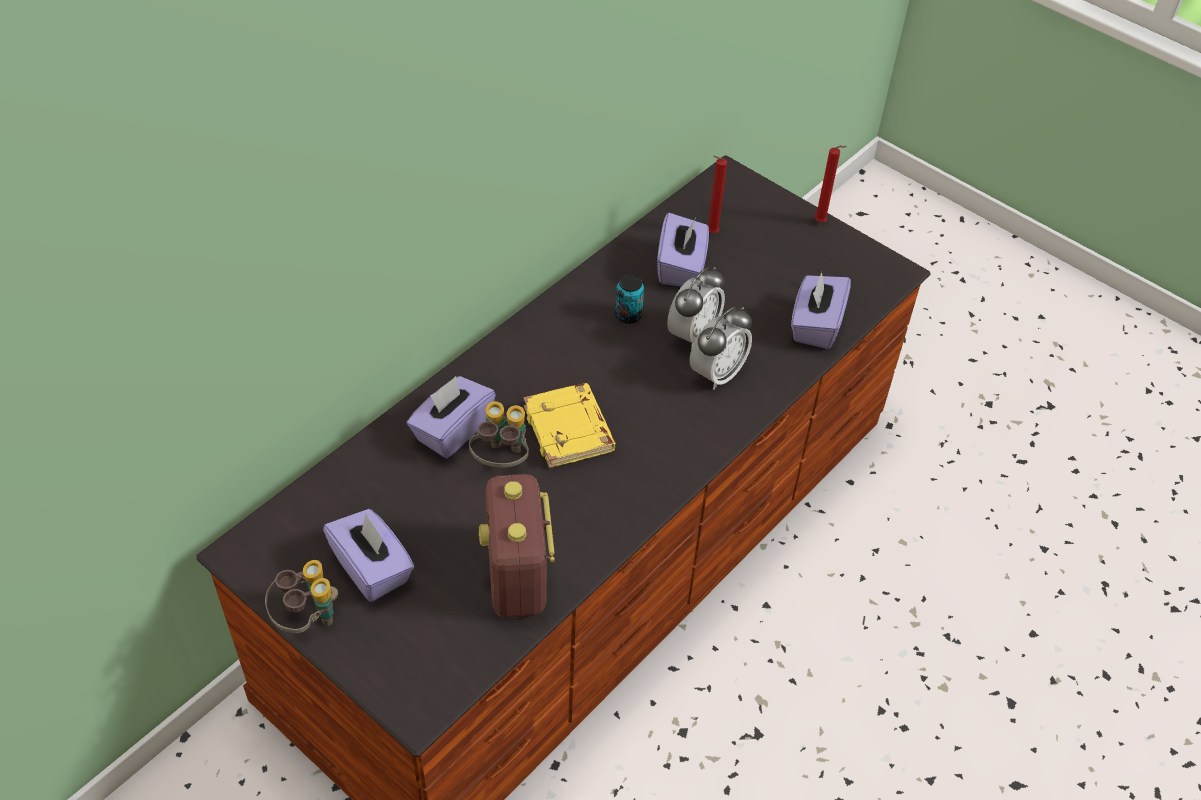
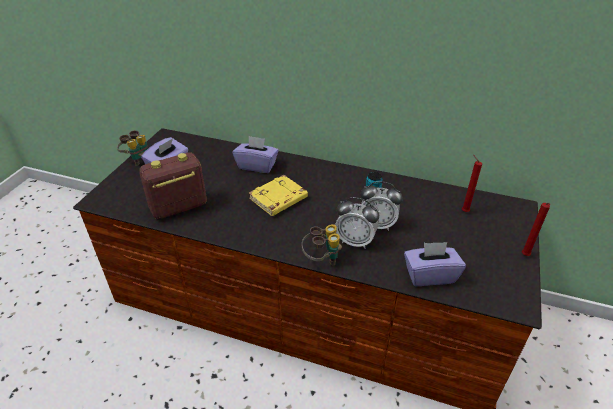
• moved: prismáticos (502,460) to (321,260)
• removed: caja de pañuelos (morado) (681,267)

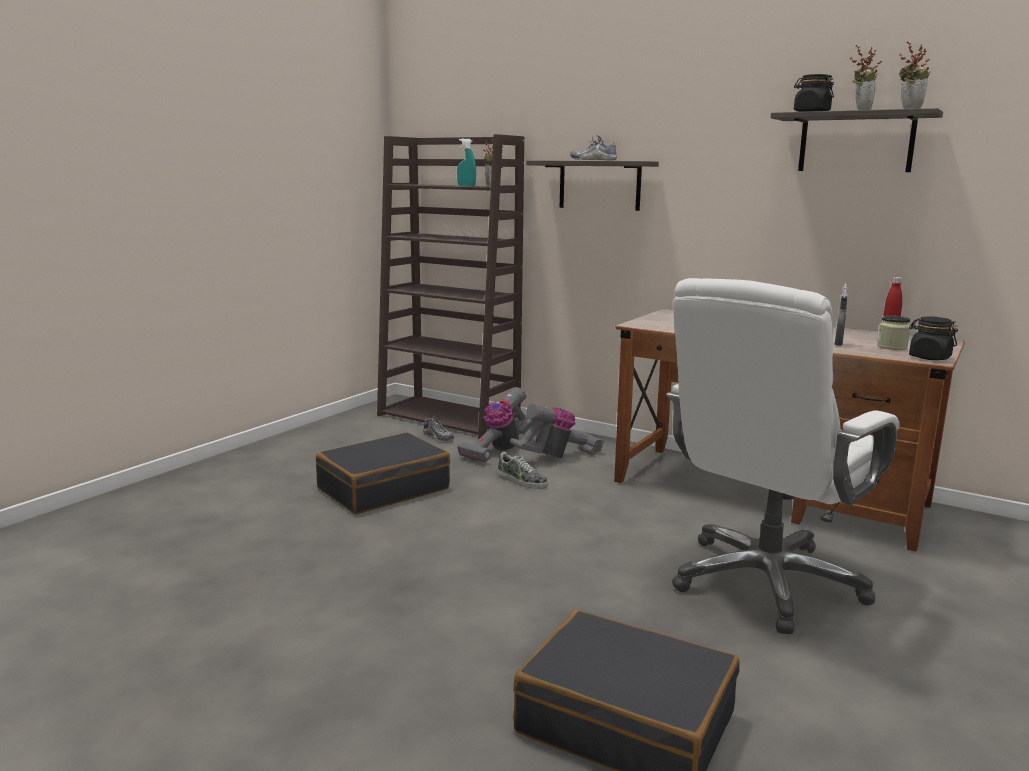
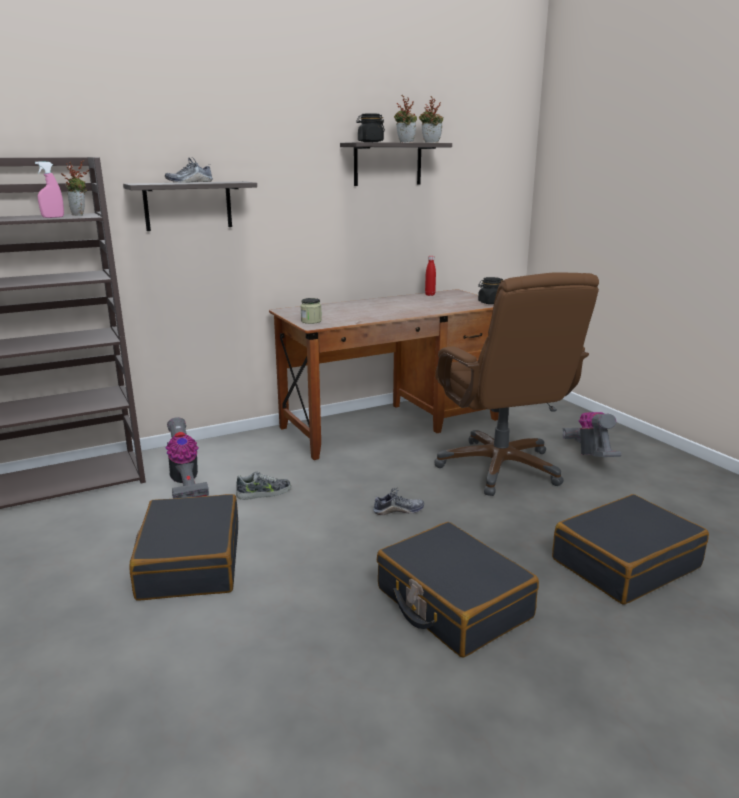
• recoloured: pulverizador (turquesa) (466,186) to pulverizador (rosa) (53,217)
• moved: tarro (892,347) to (311,321)
• moved: zapato (438,437) to (398,510)
• added: maleta (negro) (452,603)
• recoloured: silla de oficina (blanco) (766,582) to silla de oficina (marrón) (500,468)
• moved: aspiradora (557,457) to (590,455)
• removed: pulverizador (gris) (838,344)

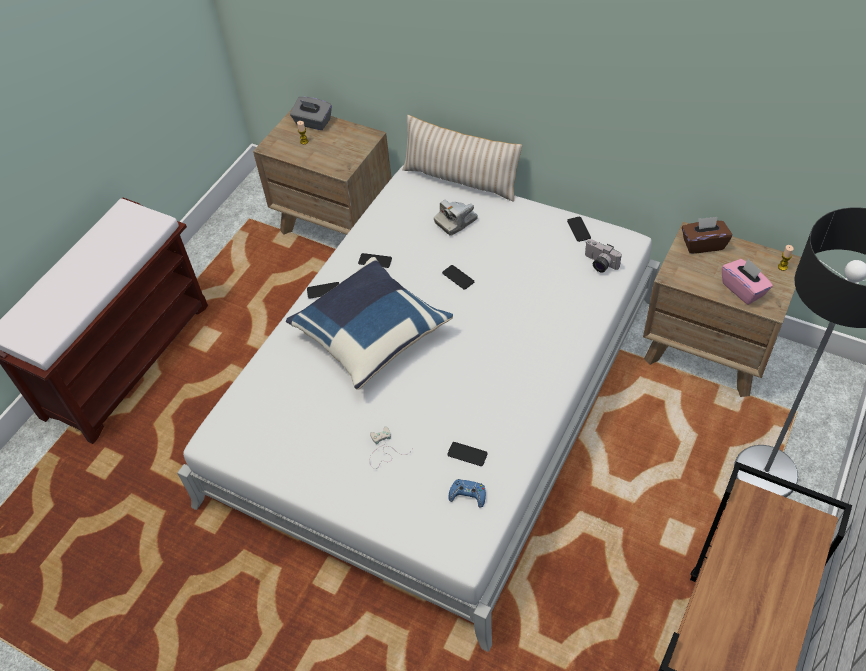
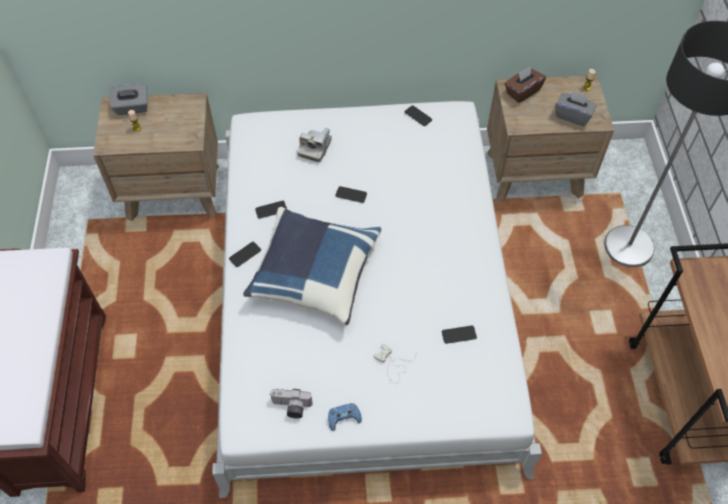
• moved: cámara (599,264) to (291,407)
• moved: mando de consola (azul) (468,495) to (344,418)
• recoloured: caja de pañuelos (rosa) (743,289) to caja de pañuelos (gris) (572,115)
• removed: cojín (beis) (460,179)

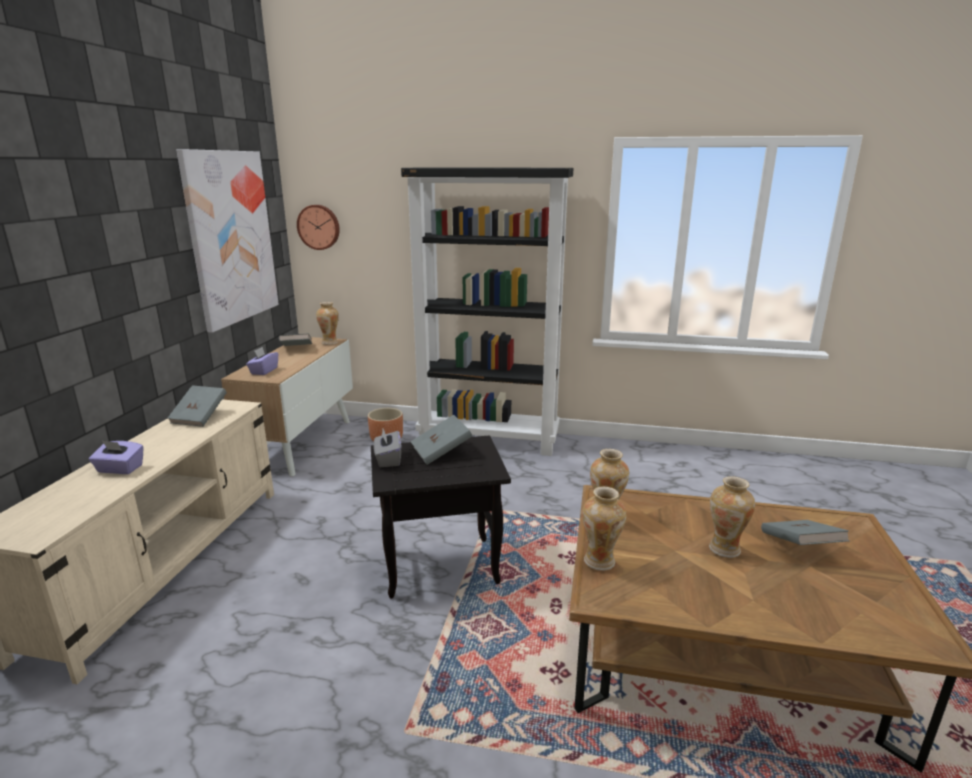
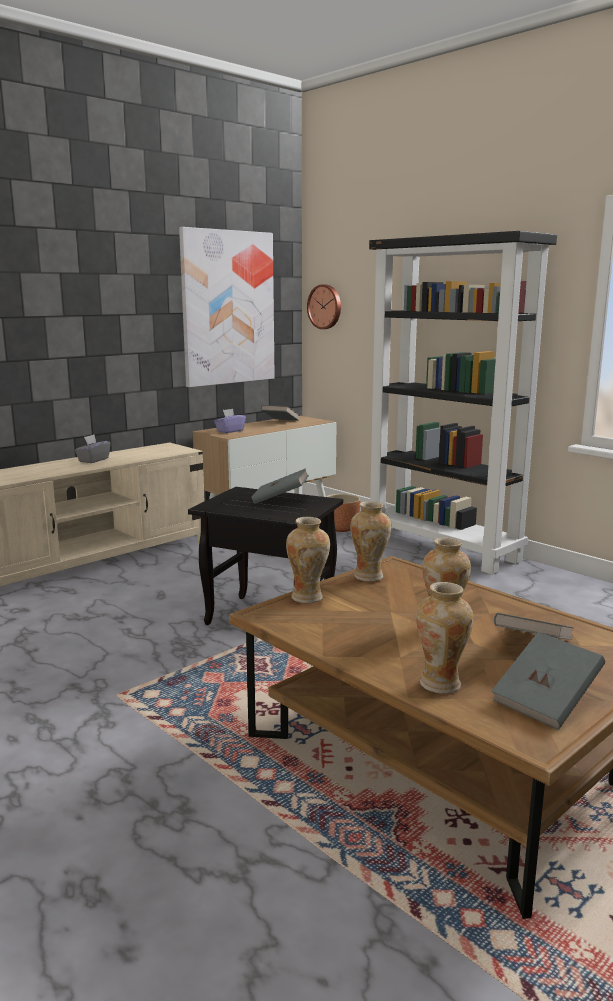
• moved: caja de pañuelos (gris) (388,459) to (93,460)
• moved: florero (330,343) to (441,683)
• moved: libro (gris) (200,417) to (546,701)
• removed: caja de pañuelos (morado) (120,469)

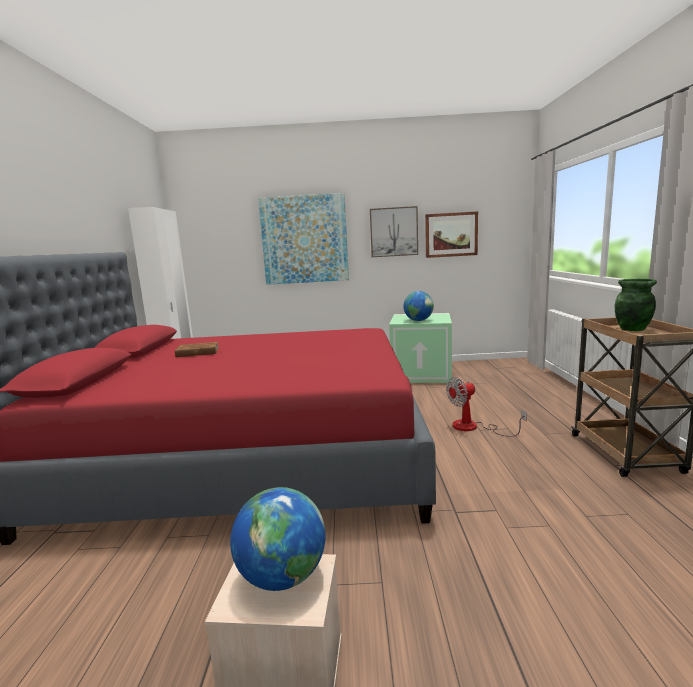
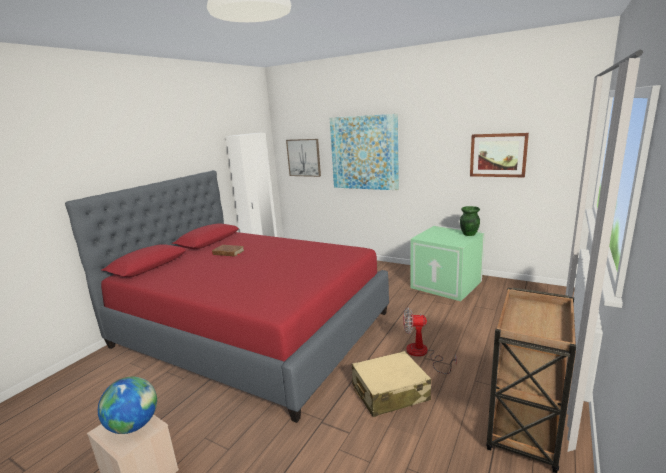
• moved: cuadro (393,232) to (304,157)
• added: maleta (beis) (389,392)
• moved: florero (verde) (632,329) to (469,234)
• removed: globo terráqueo (418,320)

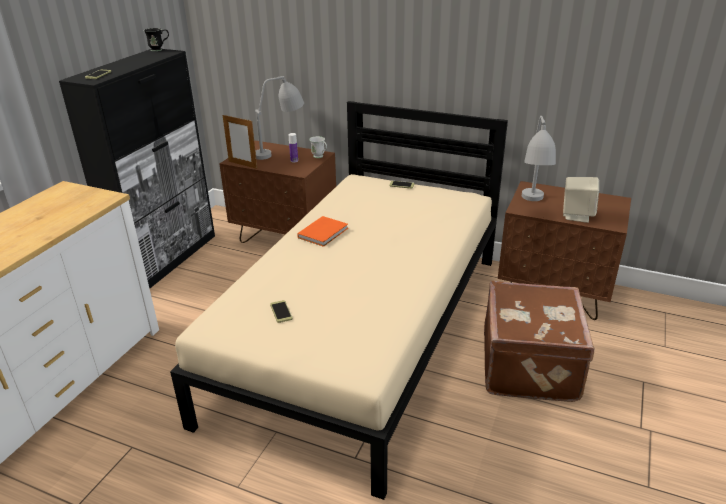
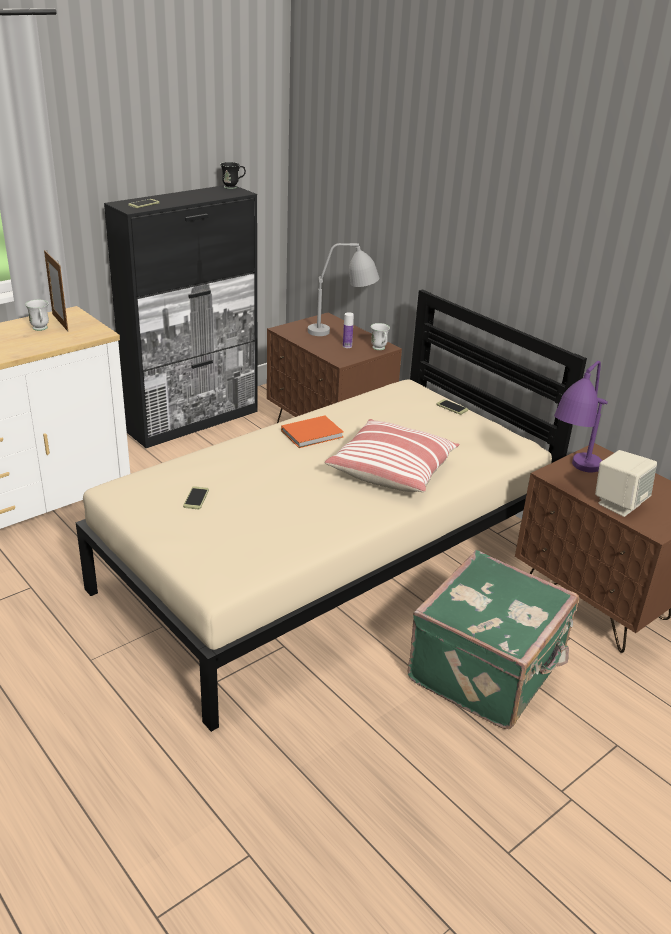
• added: taza grande (blanco) (41,329)
• moved: portarretratos (242,165) to (60,322)
• added: cojín (392,470)
• recoloured: maleta (marrón) (531,366) to maleta (verde) (489,671)
• recoloured: lámpara de mesa (gris) (532,207) to lámpara de mesa (morado) (571,477)

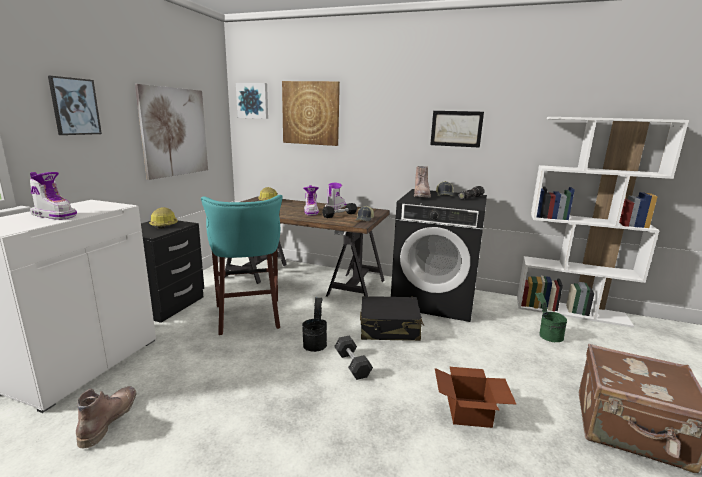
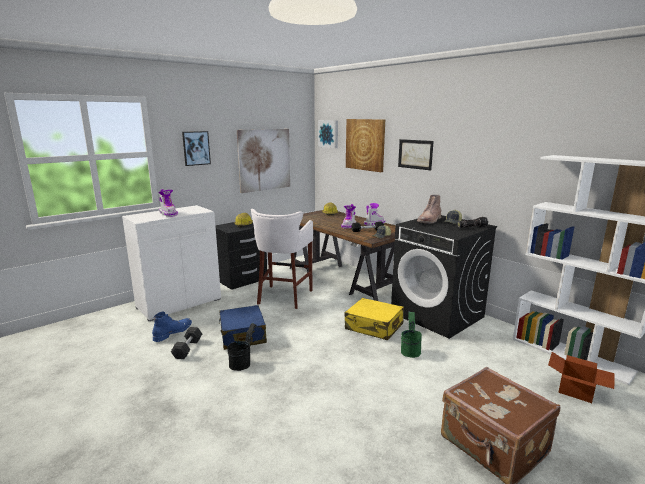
• recoloured: bota (marrón) (108,419) to bota (azul) (172,332)
• moved: mancuerna (gris) (352,364) to (187,349)
• added: maleta (azul) (242,335)
• moved: cubo (negro) (315,343) to (242,363)
• recoloured: taburete (turquesa) (248,317) to taburete (blanco) (283,297)
• recoloured: maleta (negro) (389,328) to maleta (amarillo) (374,327)
• moved: cuadro (456,128) to (415,154)
• moved: cubo (verde) (547,335) to (410,350)
• moved: caja de cartón (470,412) to (577,390)

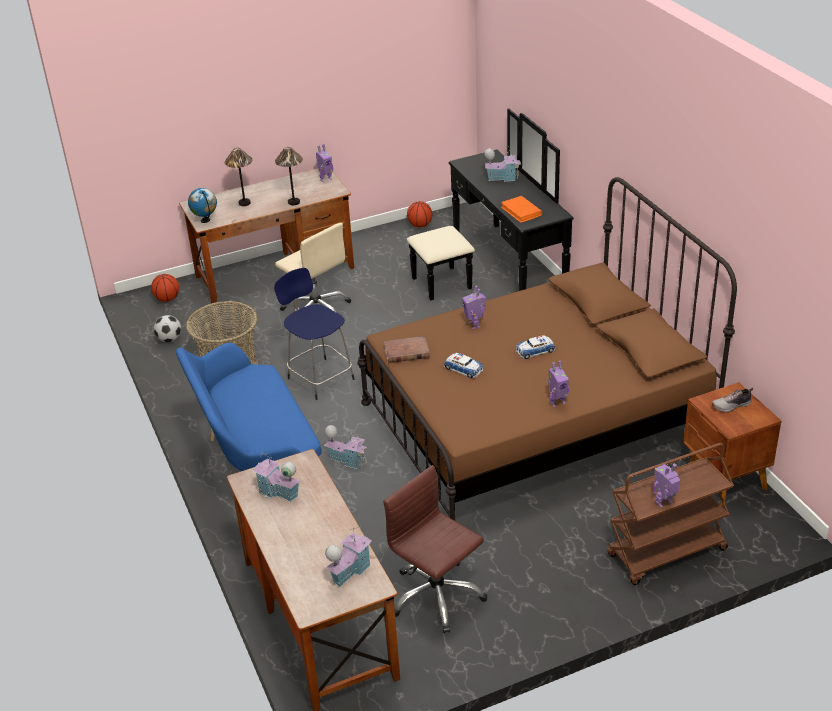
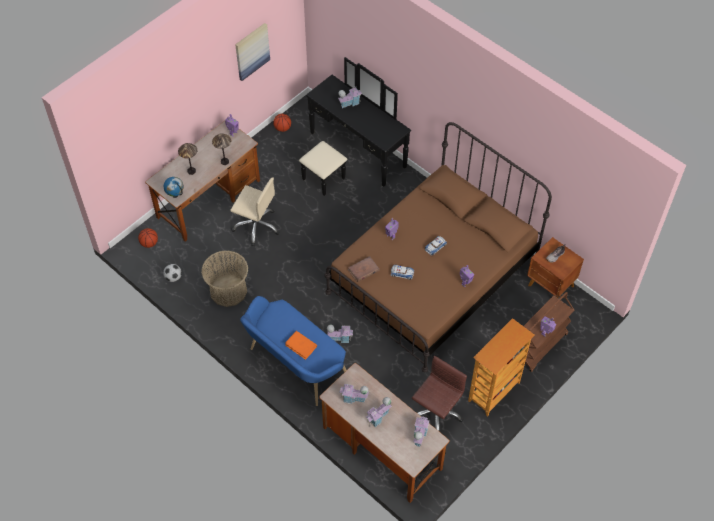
• added: cuadro (252,51)
• moved: libro (naranja) (521,211) to (301,346)
• added: casita (378,417)
• turned: silla de oficina (marrón) (436,596) = (435,413) 105 degrees clockwise
• added: estantería (494,392)
• removed: taburete (azul) (319,377)

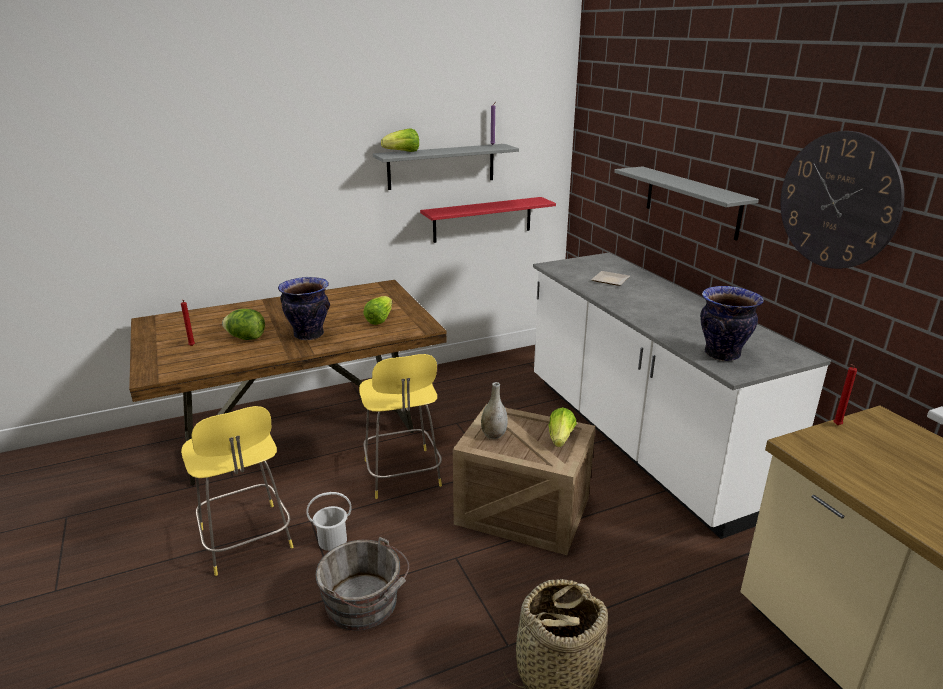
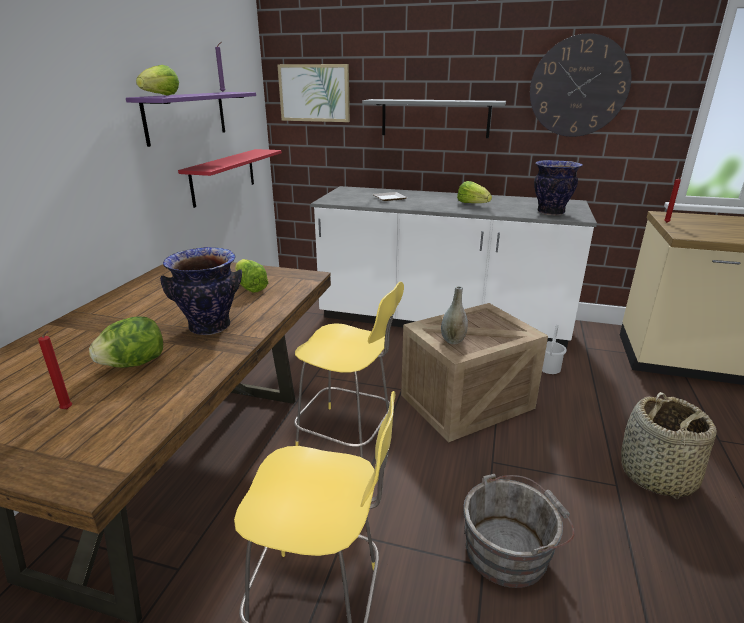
• recoloured: estante (gris) (441,166) to estante (morado) (186,116)
• added: cuadro (314,93)
• moved: lechuga (560,439) to (472,204)
• moved: cubo (blanco) (333,541) to (549,368)

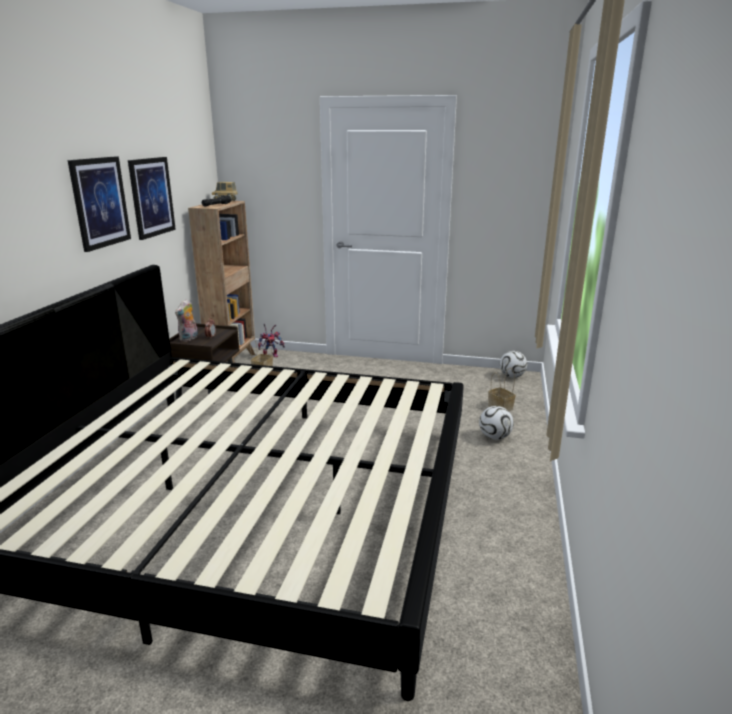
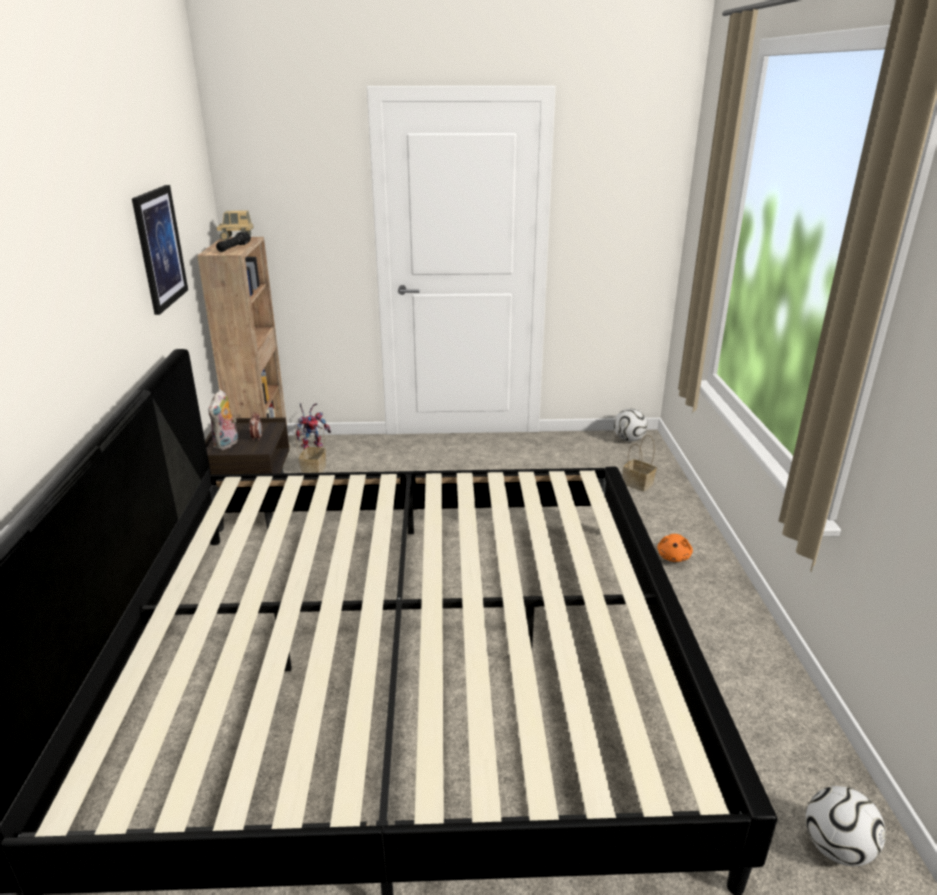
• added: peluche (naranja) (673,557)
• moved: balón de fútbol (494,437) to (836,848)
• removed: cuadro (100,202)

